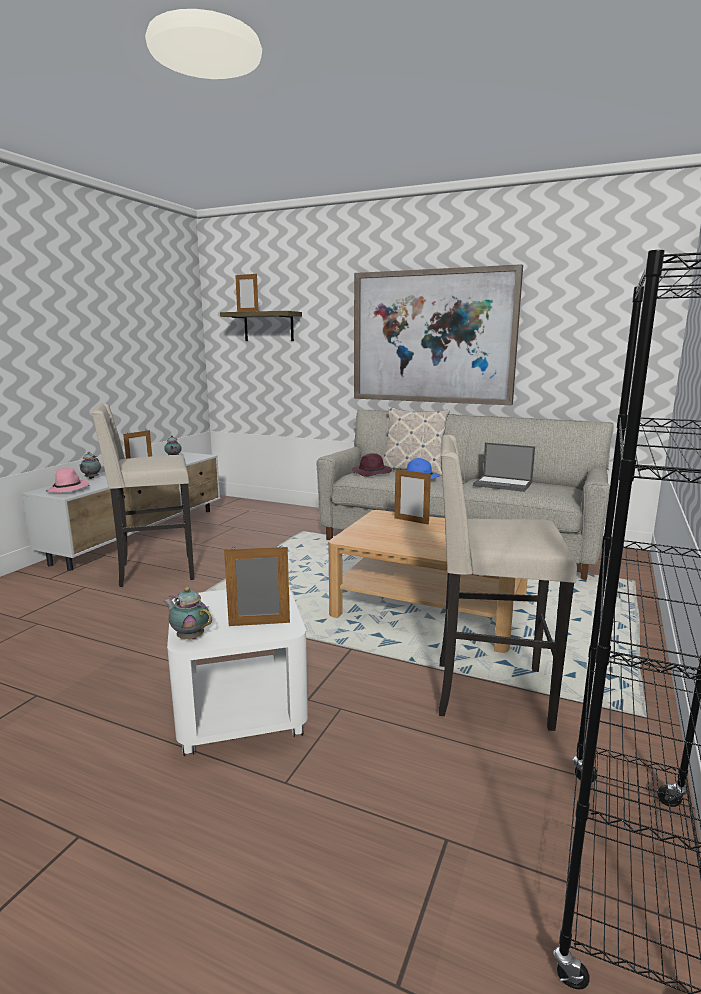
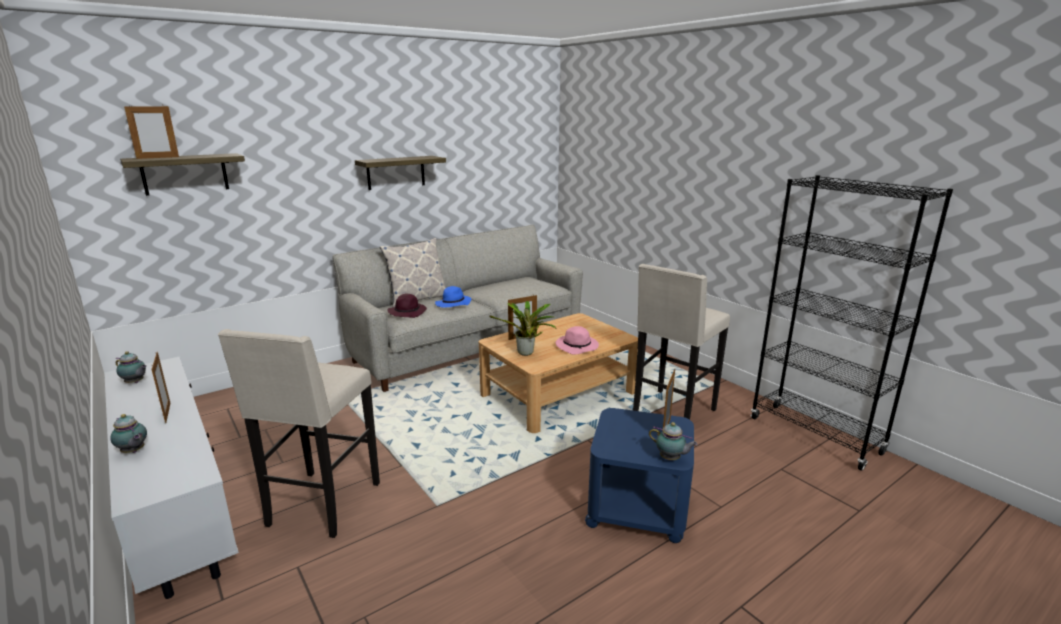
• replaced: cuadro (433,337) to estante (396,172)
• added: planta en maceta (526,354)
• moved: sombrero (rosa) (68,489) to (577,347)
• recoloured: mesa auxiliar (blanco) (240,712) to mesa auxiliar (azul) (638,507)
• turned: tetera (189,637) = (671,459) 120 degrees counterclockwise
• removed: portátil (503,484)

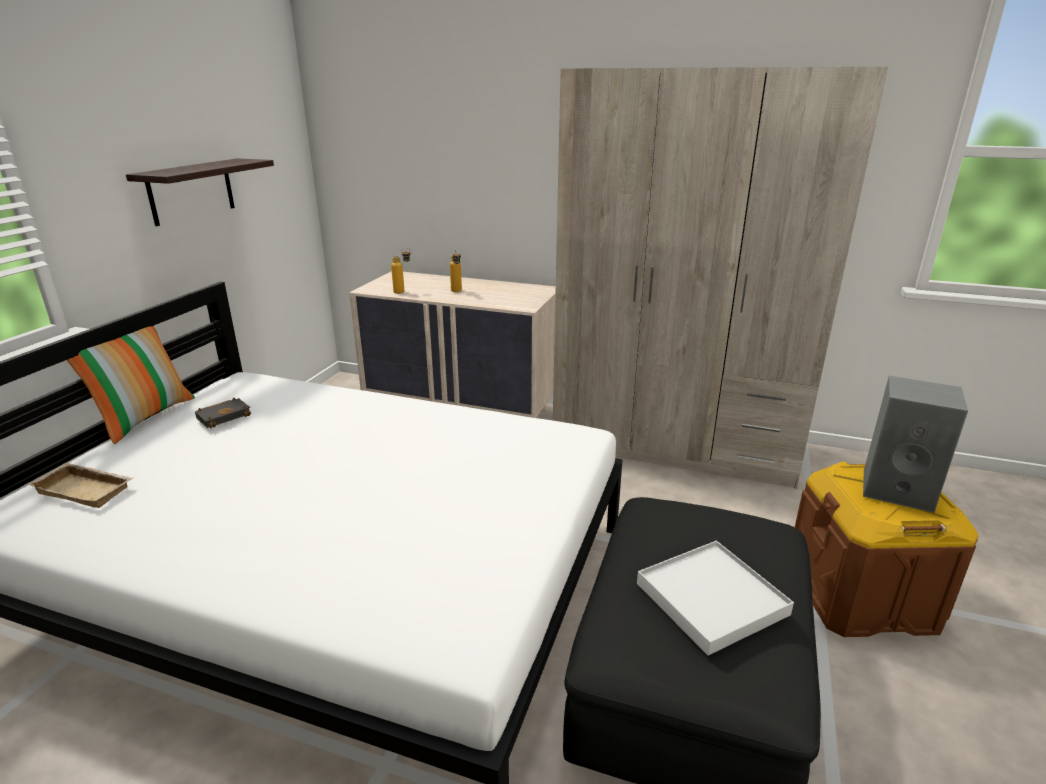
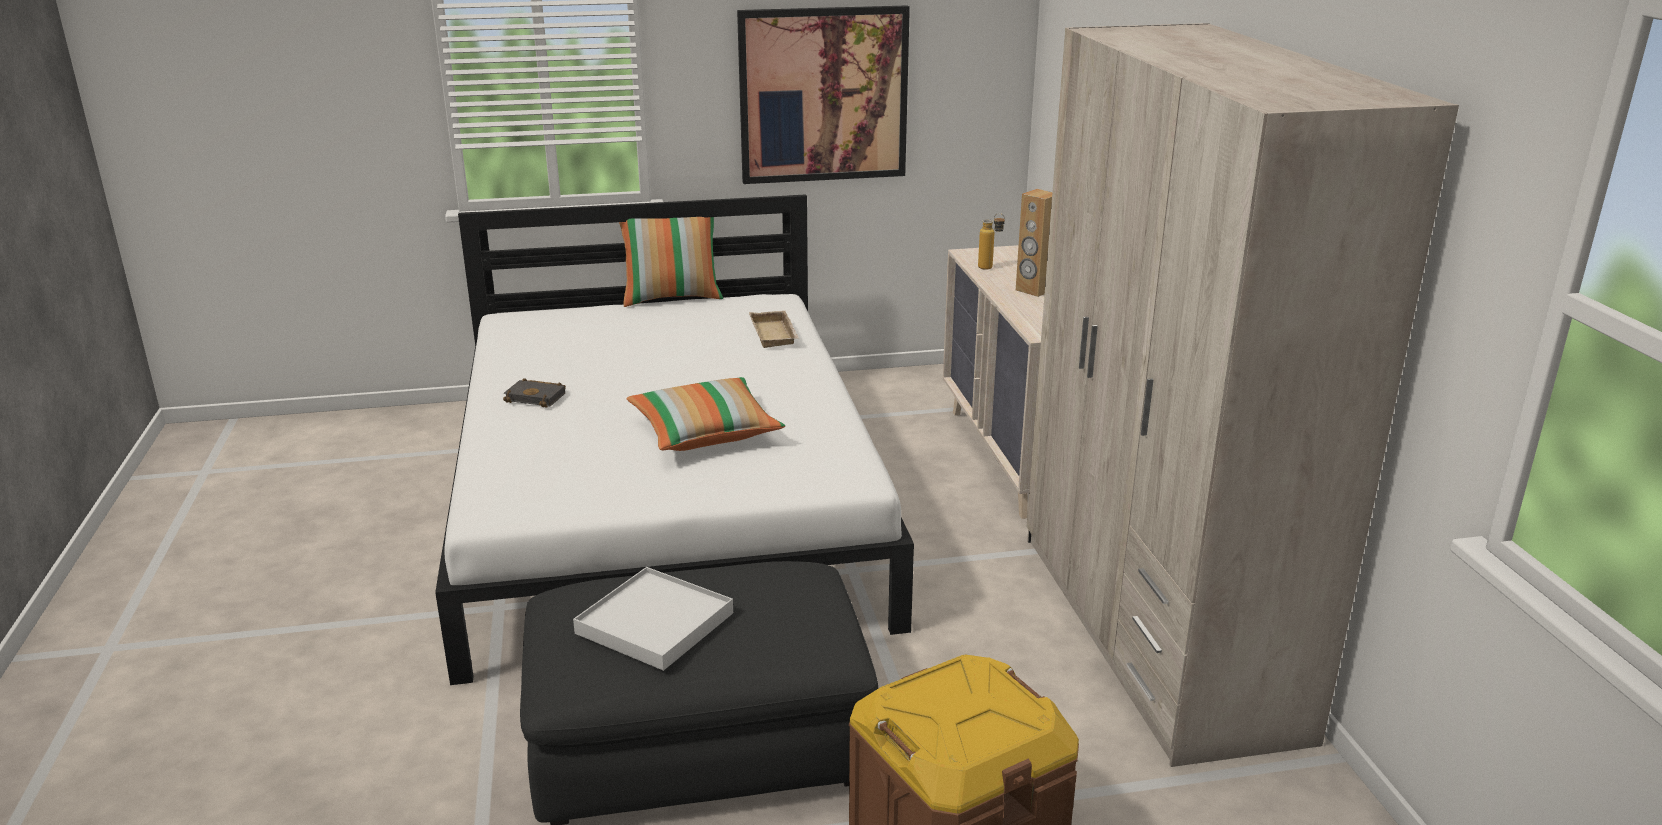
• moved: libro (negro) (224,415) to (537,397)
• added: cojín (705,433)
• replaced: estante (191,191) to cuadro (823,95)
• moved: bandeja (beis) (87,489) to (776,334)
• replaced: botella (457,292) to altavoz (marrón) (1033,290)
• removed: altavoz (gris) (899,489)

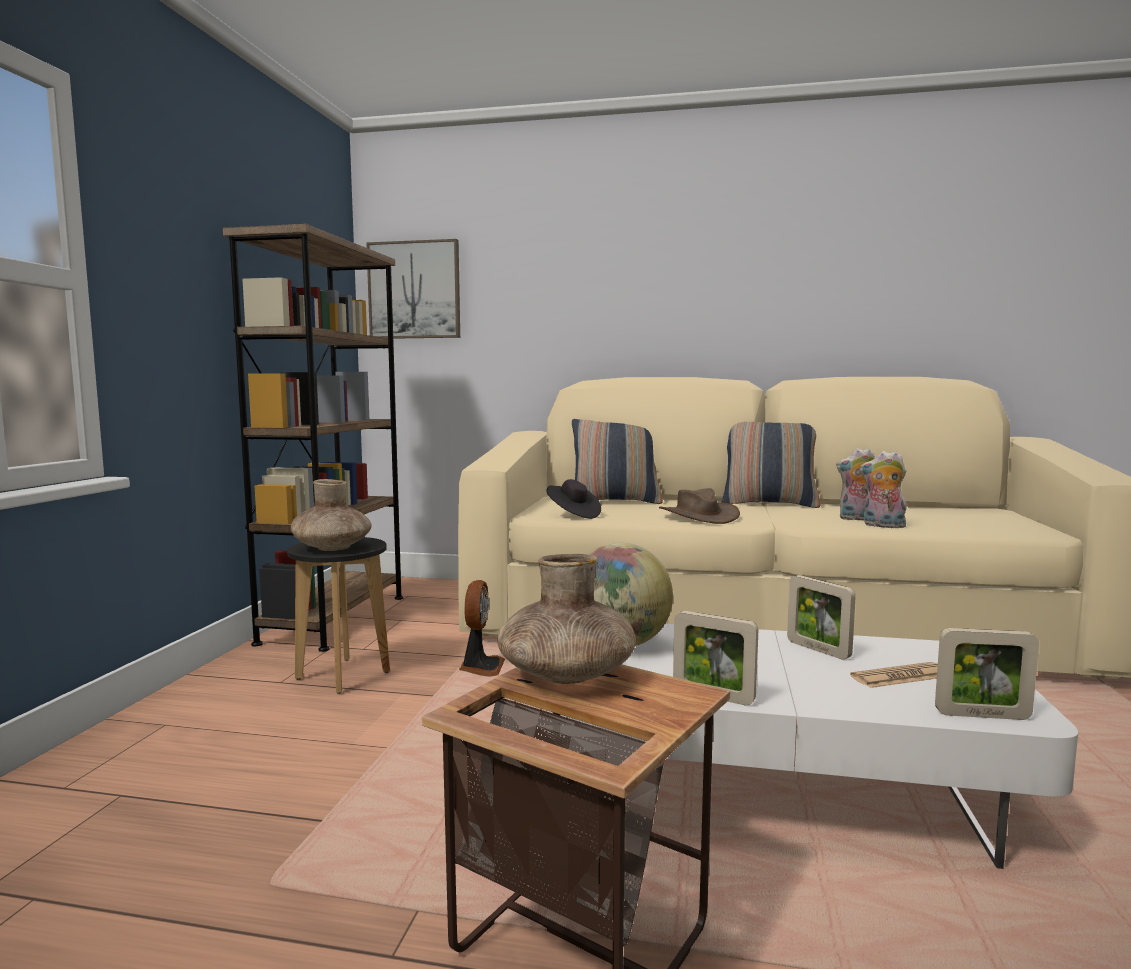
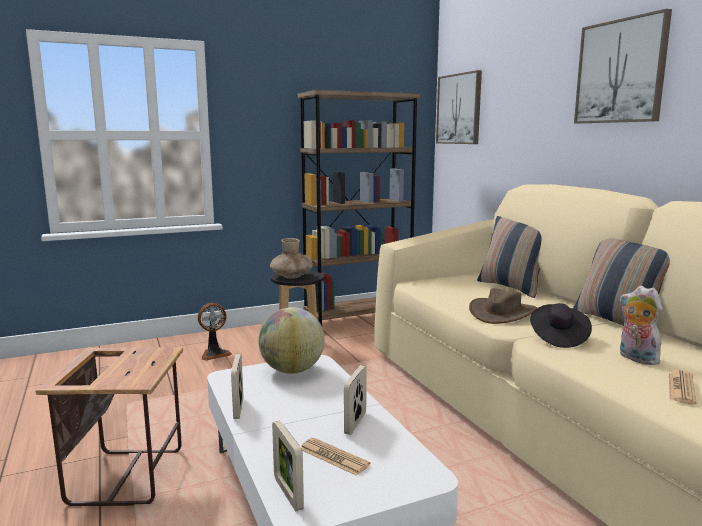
• moved: ventilador (481,668) to (214,354)
• moved: sombrero (negro) (573,515) to (558,338)
• added: cuadro (620,71)
• added: periódico (681,388)
• removed: florero (marrón) (566,675)
• removed: peluche (882,526)

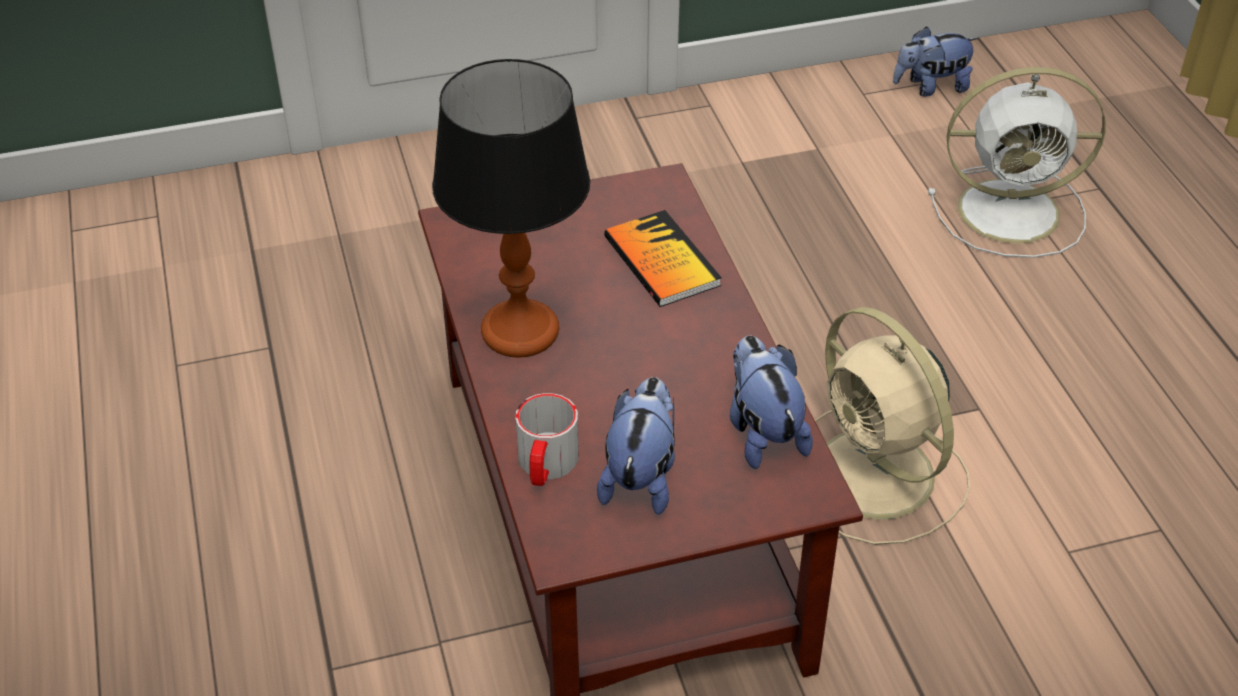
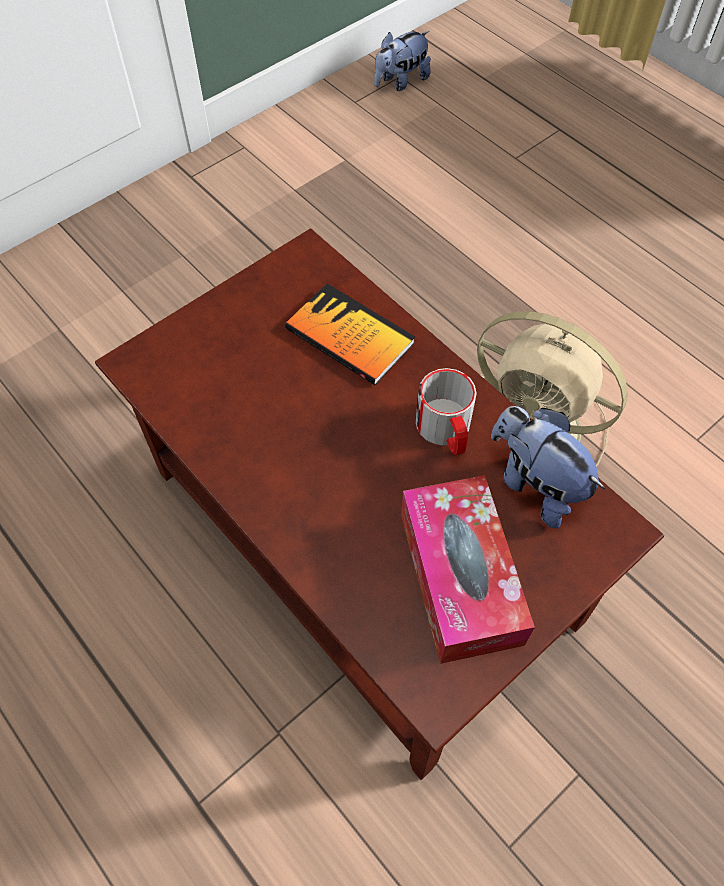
• replaced: peluche (641,476) to caja de pañuelos (460,577)
• moved: taza grande (546,465) to (446,431)
• removed: lámpara de mesa (521,330)
• removed: ventilador (blanco) (1013,211)

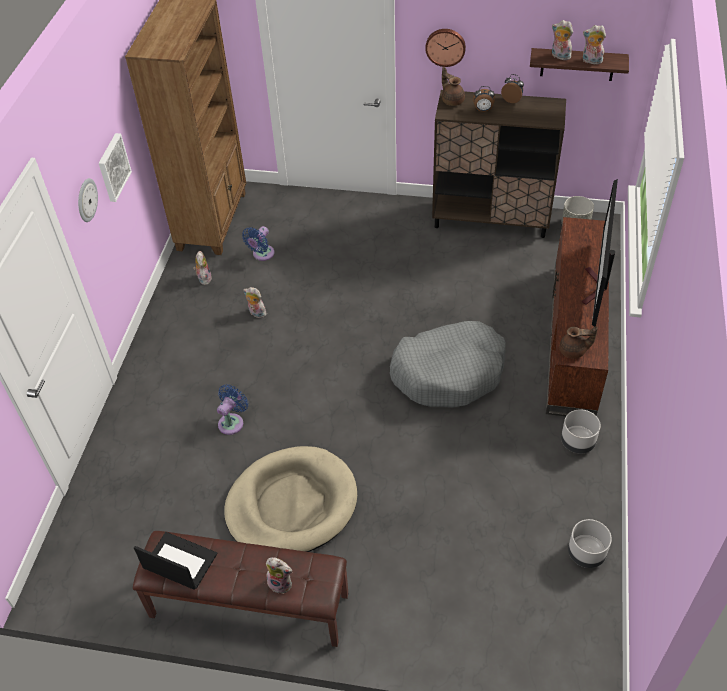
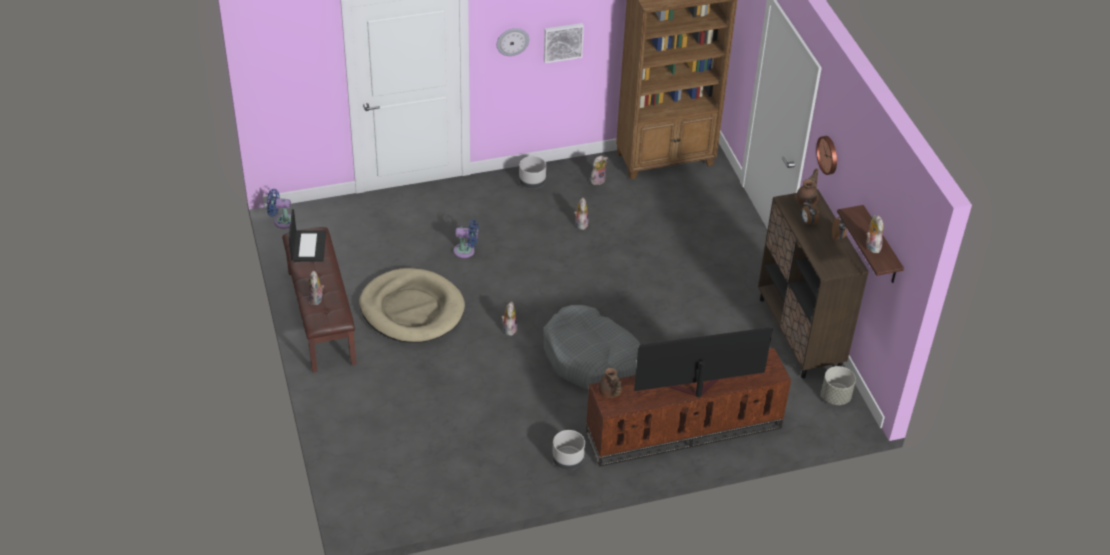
• moved: ventilador (azul) (262,254) to (282,221)
• moved: peluche (559,56) to (509,328)
• moved: maceta (gris) (586,553) to (532,183)

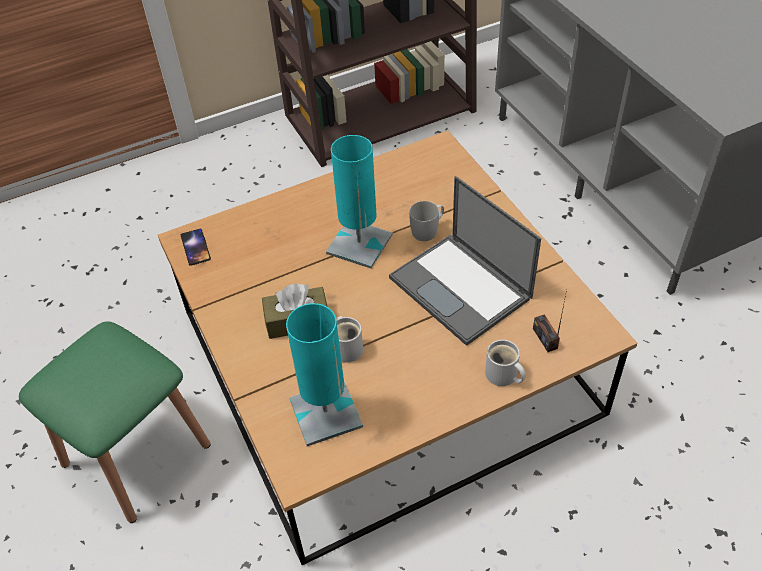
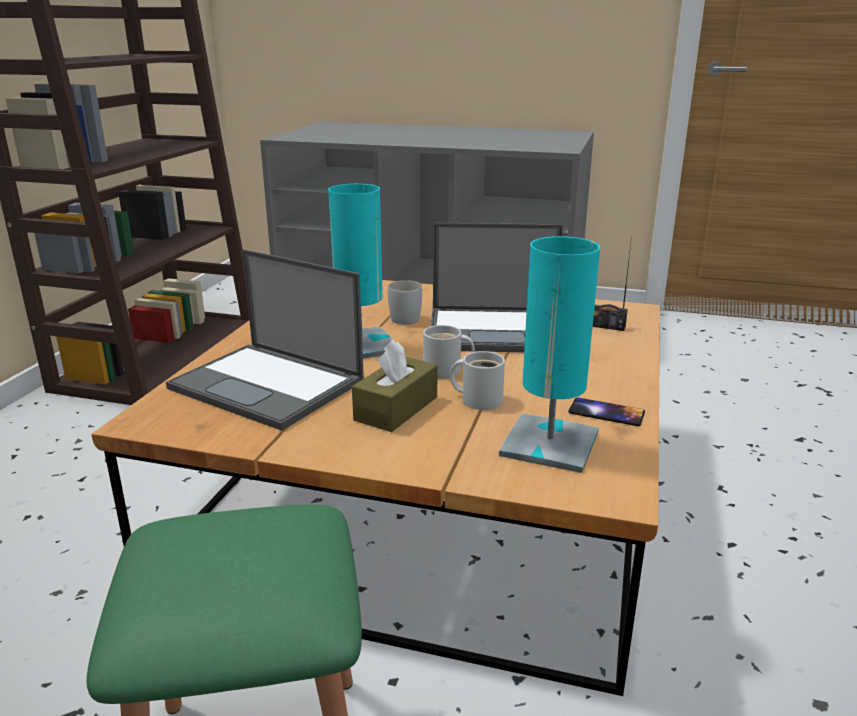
• added: portátil (269,385)
• moved: taza grande (blanco) (502,376) to (446,371)
• moved: móvil (195,247) to (606,412)

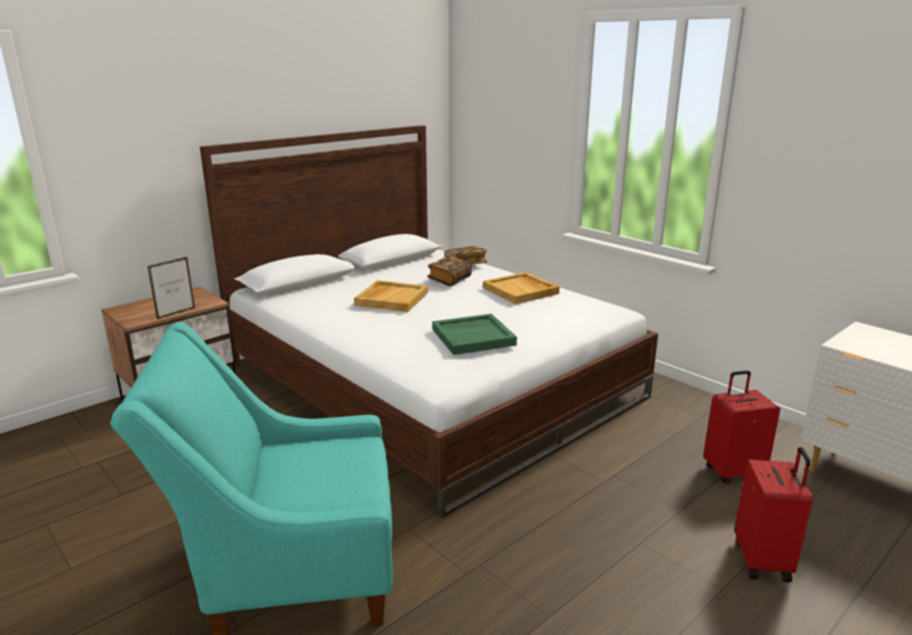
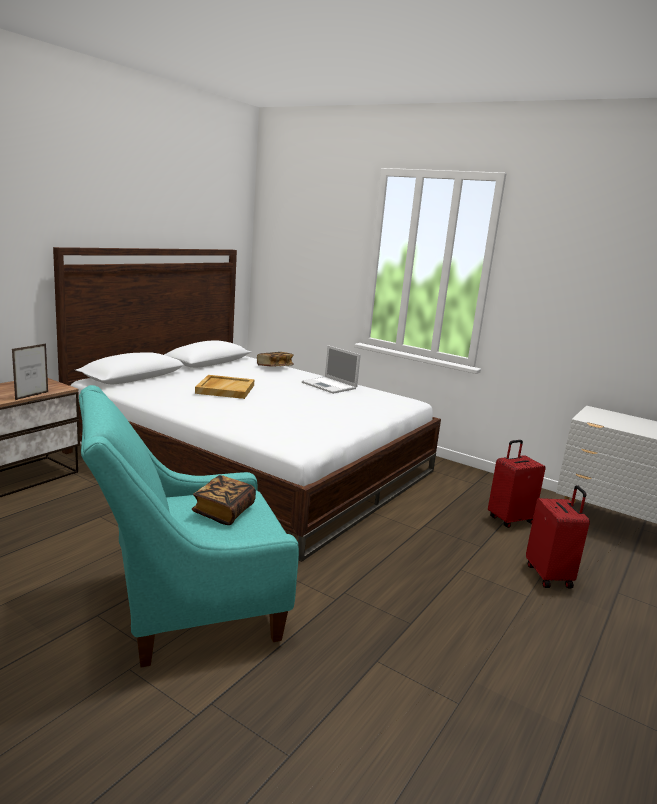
• moved: libro (449,280) to (224,512)
• replaced: bandeja (beis) (521,291) to portátil (330,386)
• removed: bandeja (verde) (473,337)

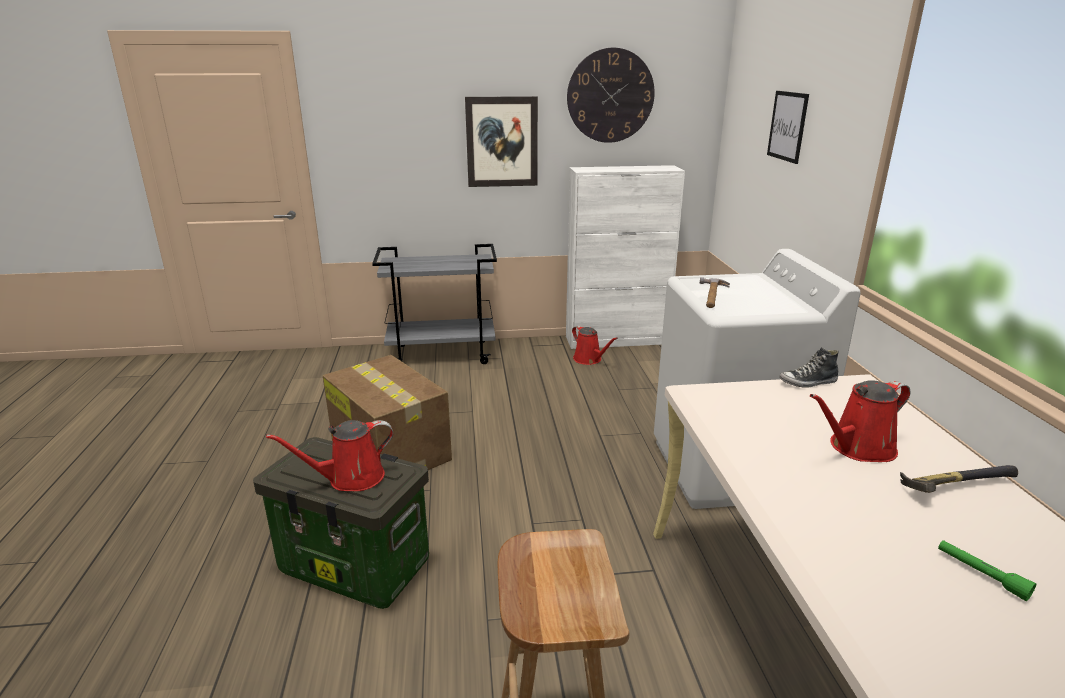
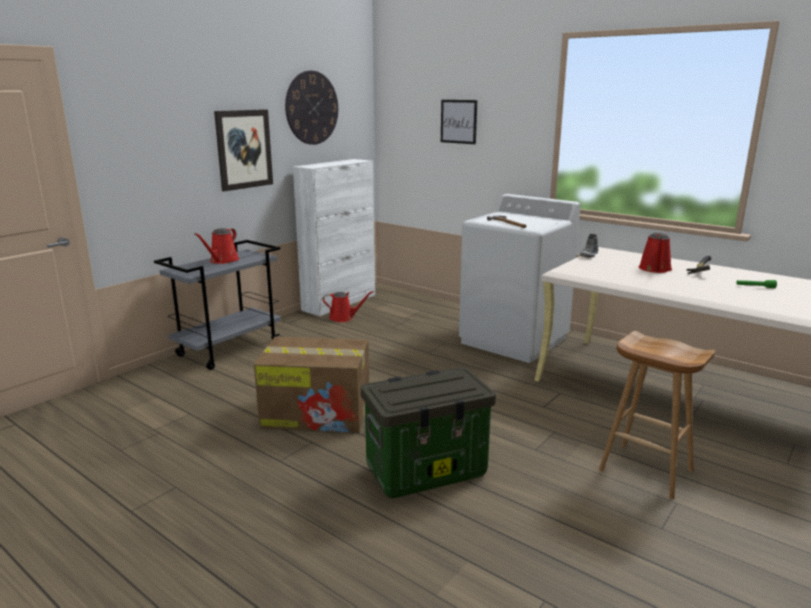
• moved: regadera (rojo) (350,478) to (222,261)

